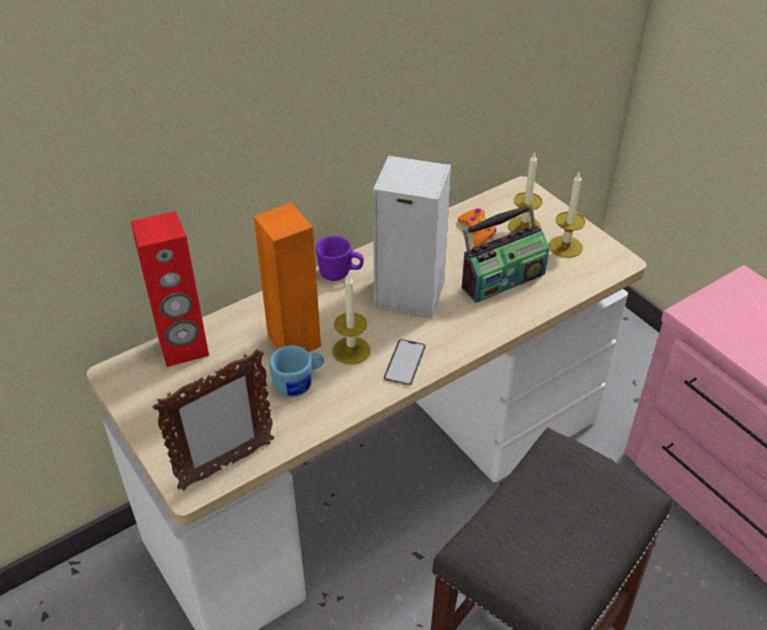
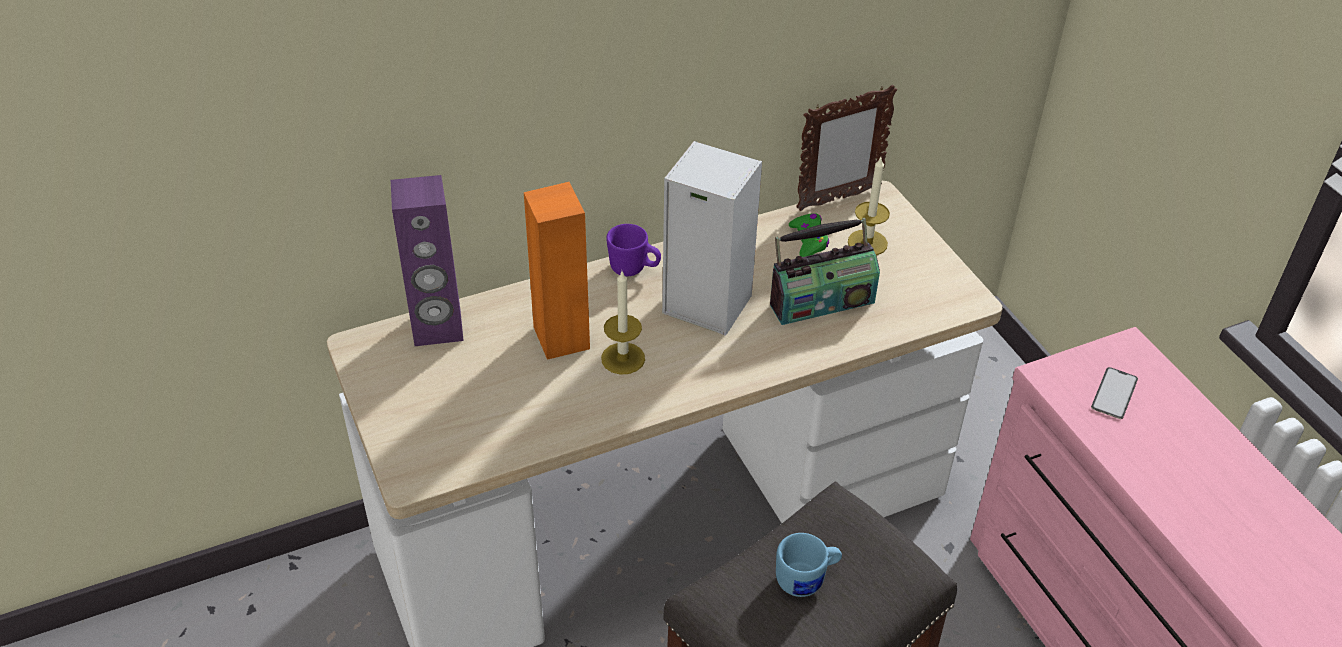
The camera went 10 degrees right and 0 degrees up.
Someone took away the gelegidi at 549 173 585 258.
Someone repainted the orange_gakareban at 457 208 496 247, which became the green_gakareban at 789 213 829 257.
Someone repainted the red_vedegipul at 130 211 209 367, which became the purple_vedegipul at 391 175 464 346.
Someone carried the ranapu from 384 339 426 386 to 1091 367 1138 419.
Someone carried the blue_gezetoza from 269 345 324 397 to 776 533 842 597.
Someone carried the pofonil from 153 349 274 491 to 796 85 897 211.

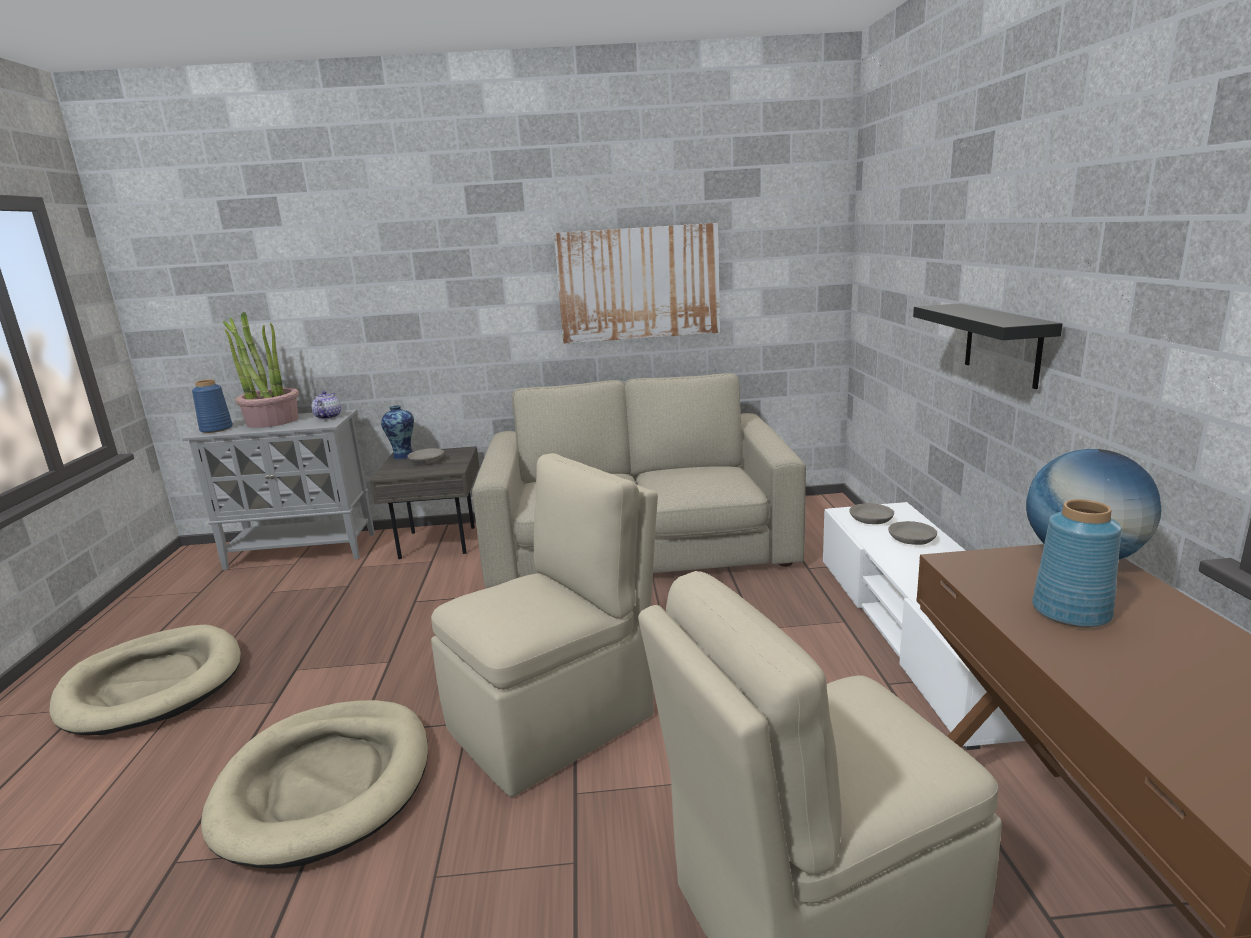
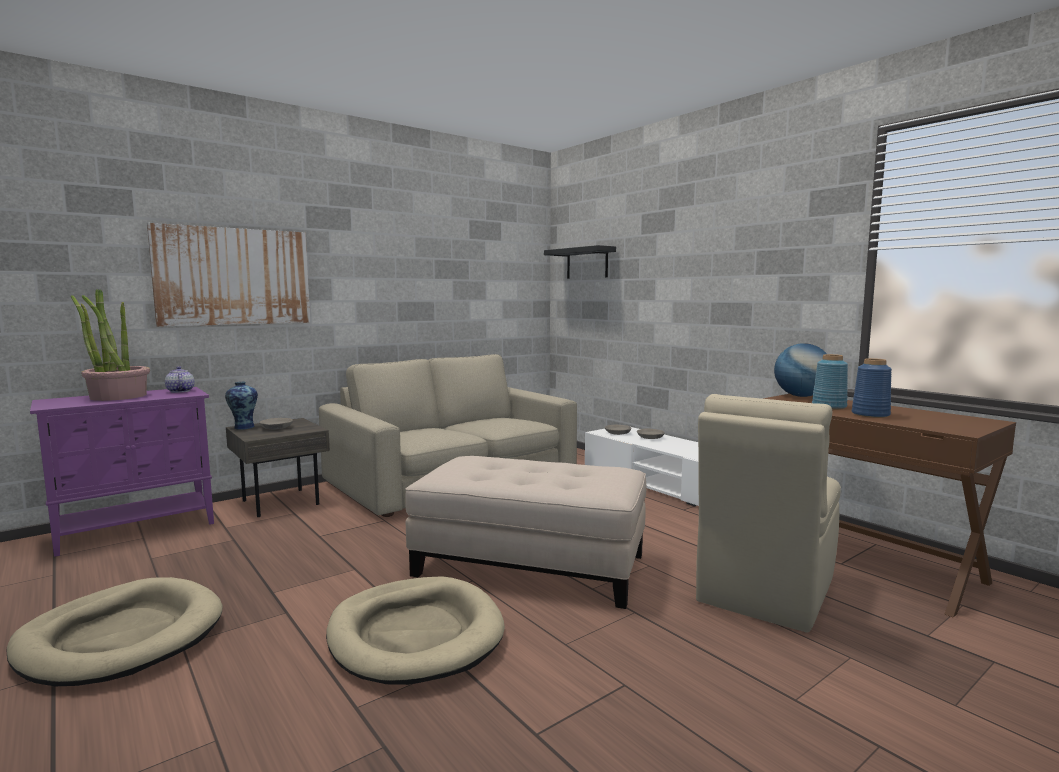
The camera went 35 degrees left and 10 degrees down.
Someone carried the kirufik from 554 223 720 344 to 147 223 310 327.
Someone carried the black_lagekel from 913 303 1062 389 to 544 245 616 279.
Someone carried the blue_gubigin from 192 379 233 433 to 852 358 892 418.
Someone repainted the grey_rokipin at 182 409 375 570, which became the purple_rokipin at 30 387 214 557.
Someone swapped the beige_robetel at 431 453 658 797 for the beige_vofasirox at 405 456 646 609.

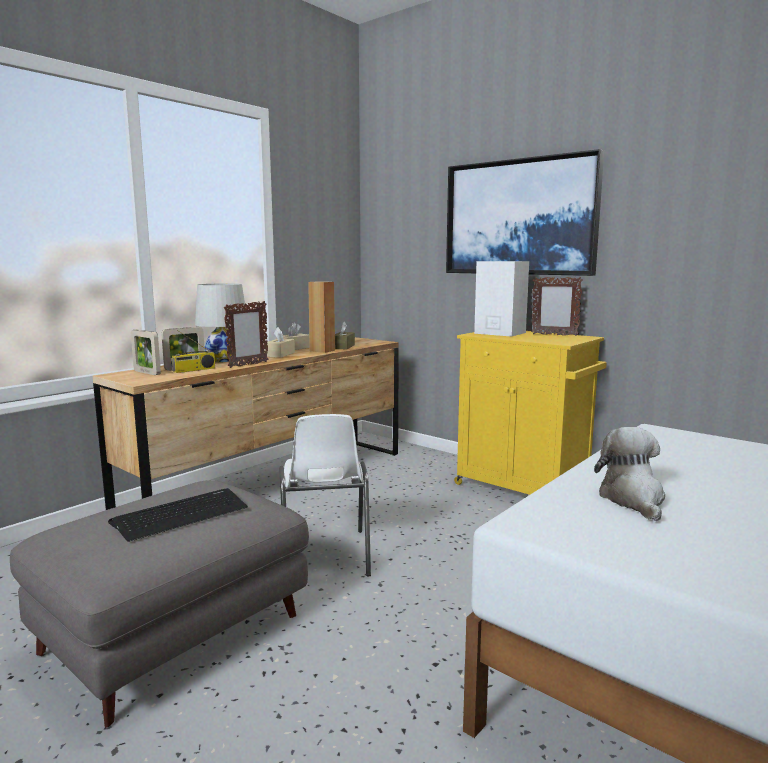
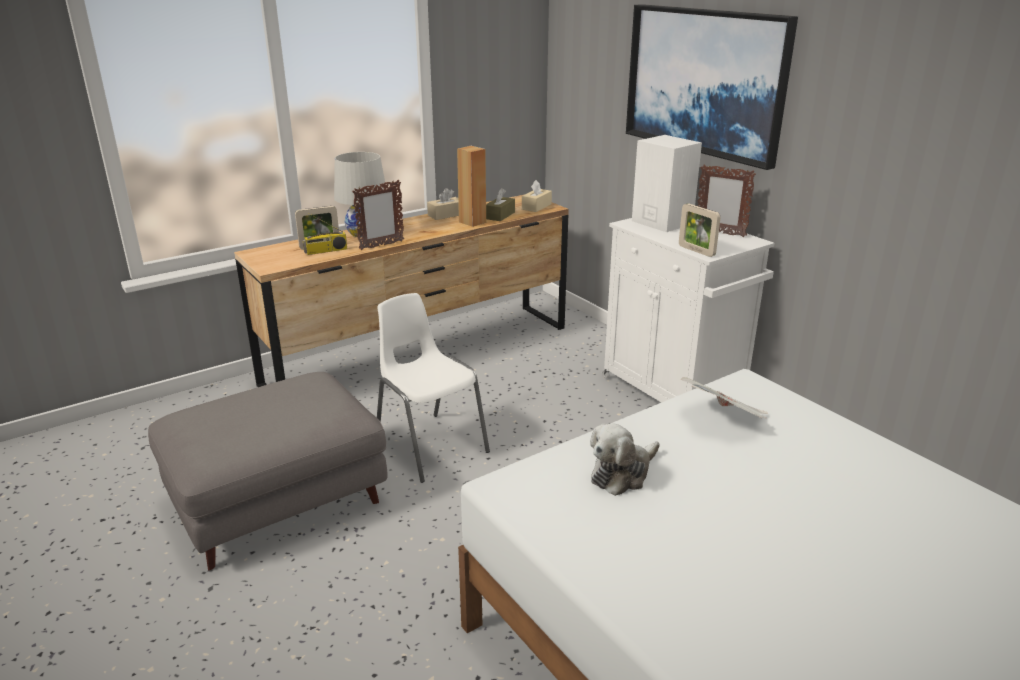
The camera went 15 degrees right and 15 degrees up.
Someone carried the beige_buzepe from 265 327 295 358 to 522 180 552 212.
Someone carried the pofonil from 131 330 161 375 to 679 203 721 257.
Someone repainted the yellow_rokipin at 454 331 607 495, which became the white_rokipin at 602 218 775 402.
Someone rotated the white_robetel at 279 414 371 577 by 135 degrees clockwise.
Someone rotated the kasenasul at 594 427 665 521 by 150 degrees counterclockwise.
Someone took away the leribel at 108 488 248 542.
Someone put down the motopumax at 681 377 768 418.

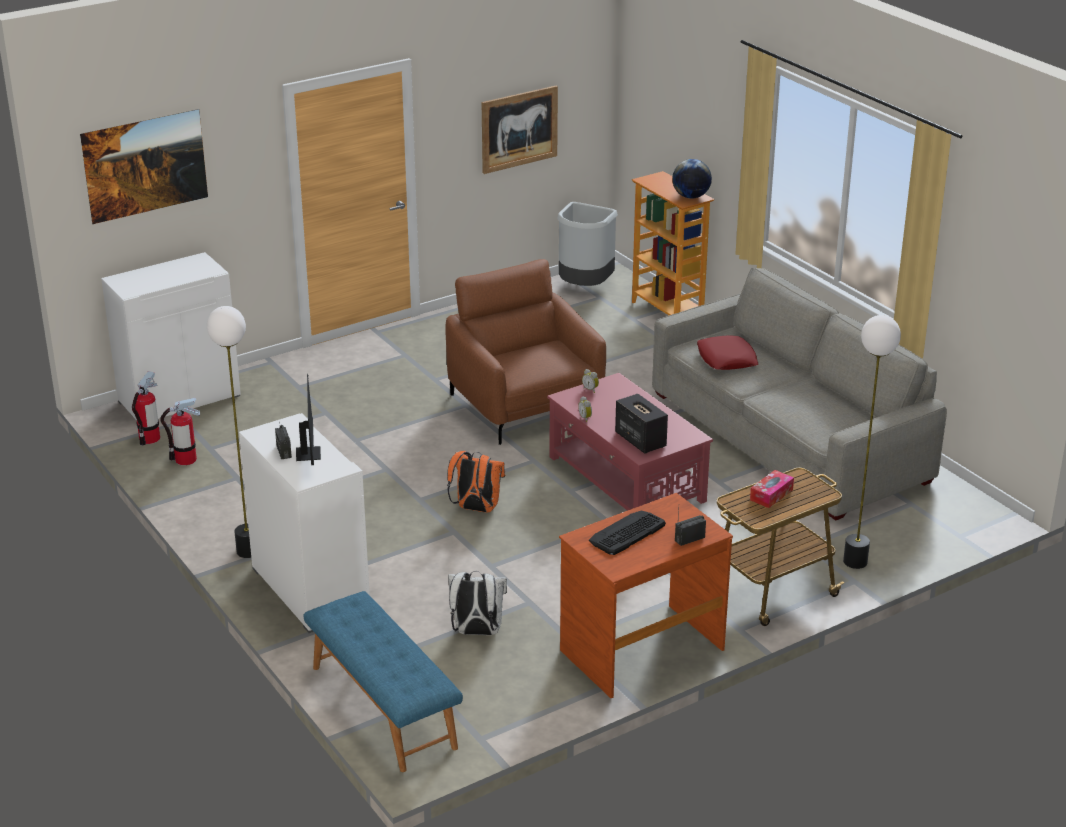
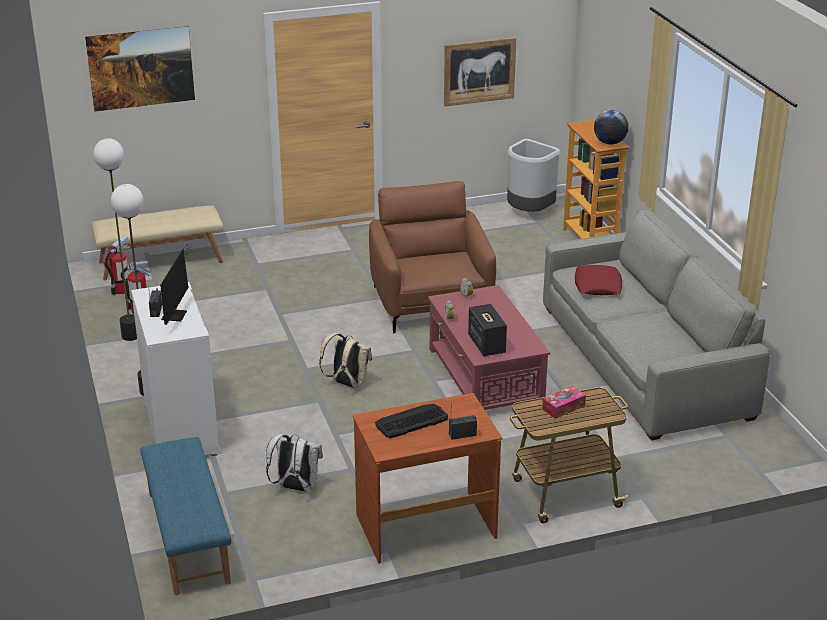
The camera went 15 degrees right and 0 degrees up.
Someone swapped the white_rokipin at 101 252 241 420 for the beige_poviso at 91 205 224 280.
Someone carried the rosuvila from 843 315 901 569 to 93 138 137 341.
Someone repainted the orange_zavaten at 447 451 505 513, which became the beige_zavaten at 319 333 372 388.

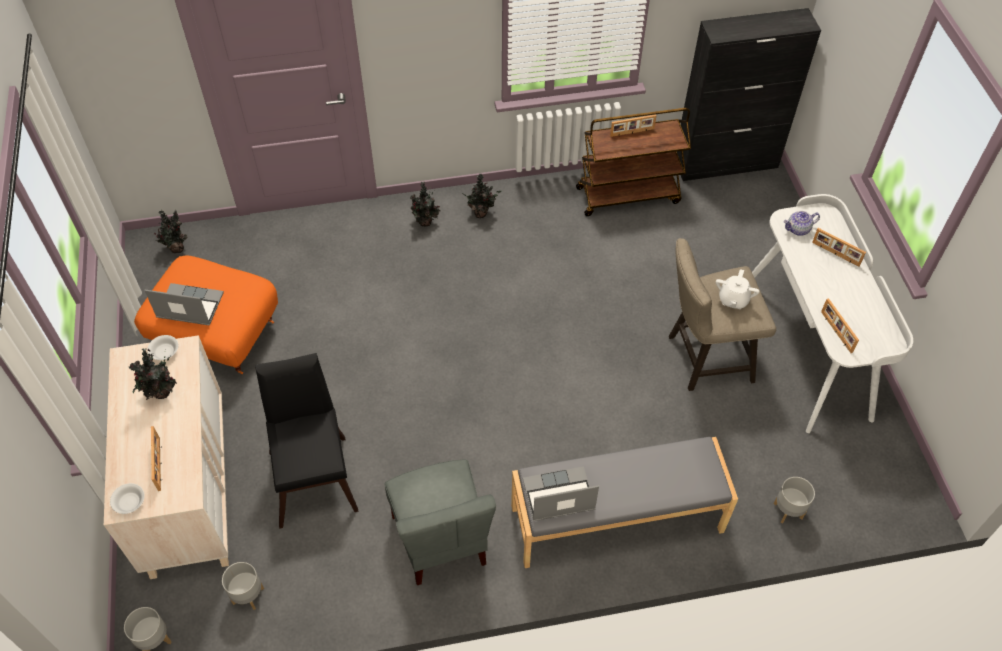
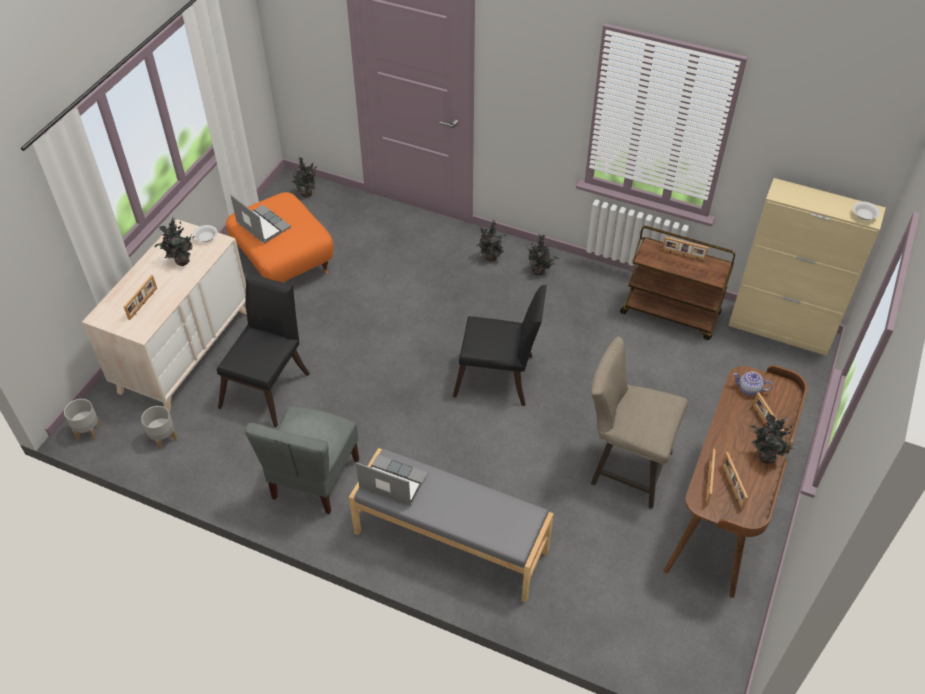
The camera went 35 degrees right and 5 degrees down.
Someone repainted the black_rokipin at 677 8 821 181, which became the beige_rokipin at 728 178 886 356.
Someone repainted the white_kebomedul at 752 194 913 433, which became the brown_kebomedul at 663 365 807 598.
Someone took away the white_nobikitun at 716 269 760 309.
Someone took away the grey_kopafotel at 773 477 815 523.
Someone carried the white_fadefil from 110 483 145 514 to 853 202 880 220.
Someone put down the black_robetel at 453 285 547 406.
Someone put down the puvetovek at 750 414 794 464.
Someone put down the pofonil at 722 452 748 510.

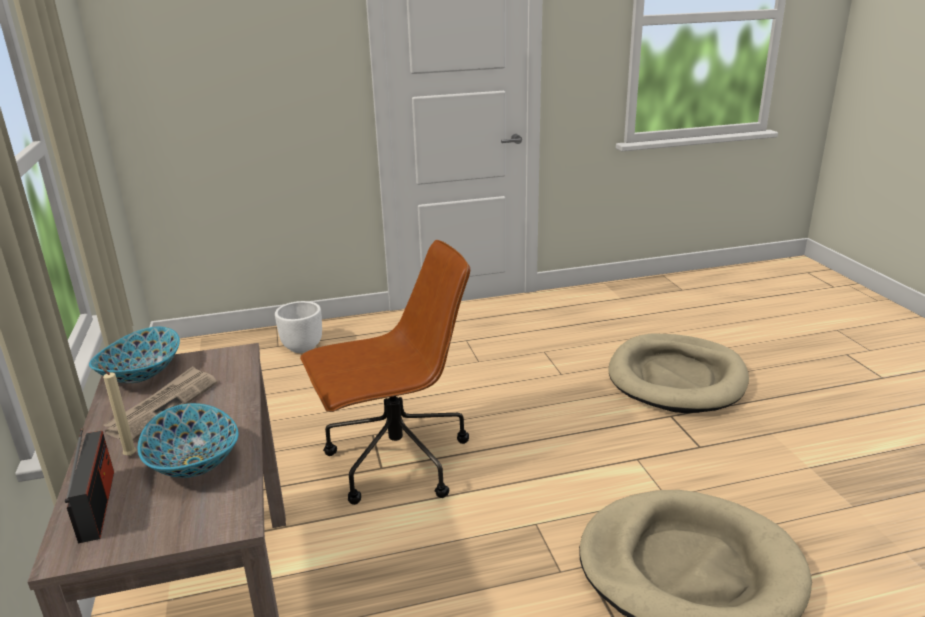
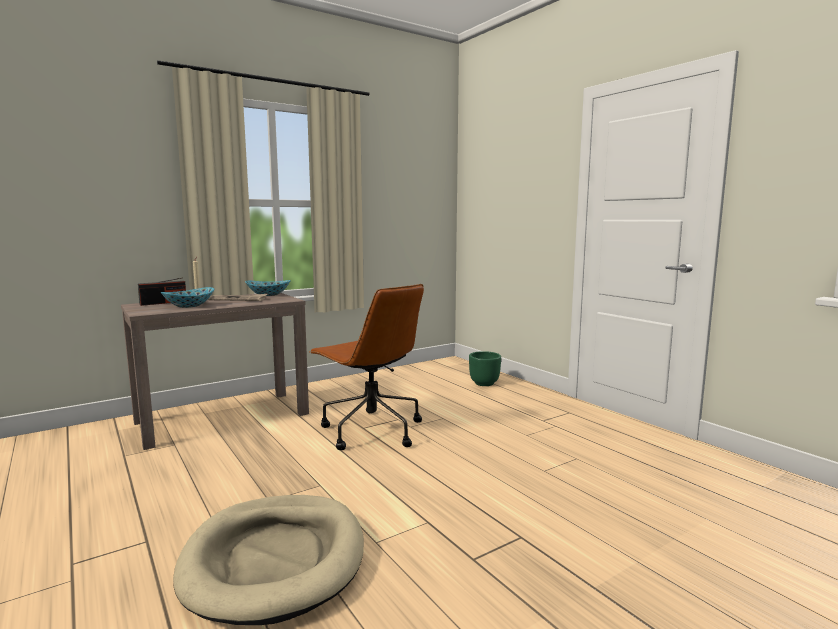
The camera went 70 degrees right and 15 degrees down.
Someone repainted the white_kopafotel at 275 301 322 353, which became the green_kopafotel at 469 351 501 386.
Someone took away the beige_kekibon at 608 334 749 413.

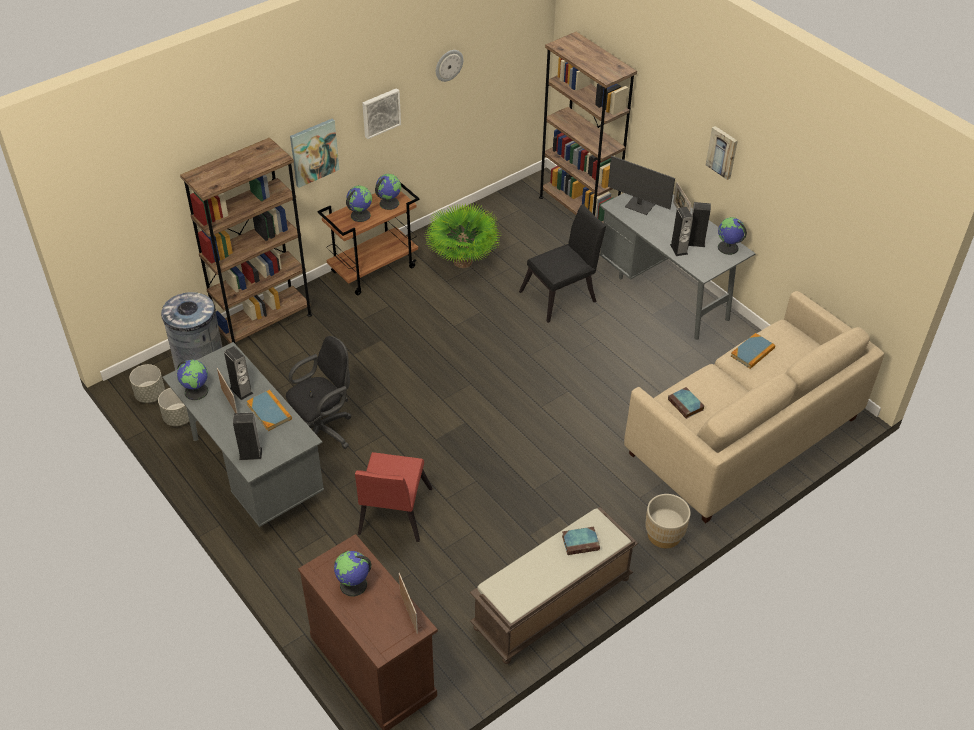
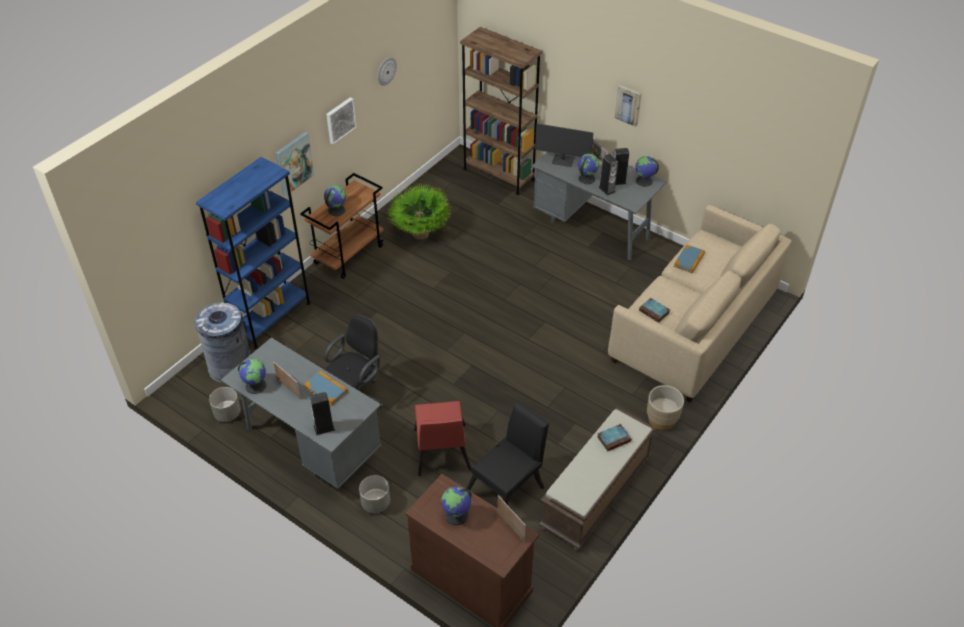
The camera went 15 degrees left and 0 degrees up.
Someone repainted the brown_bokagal at 180 137 312 343, which became the blue_bokagal at 196 157 311 349.
Someone carried the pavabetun from 375 174 401 210 to 578 154 599 184.
Someone carried the black_robetel from 519 204 606 323 to 467 401 549 505.
Someone took away the vedegipul at 224 346 253 400.
Someone carried the grey_kopafotel from 129 364 165 403 to 359 475 390 513.

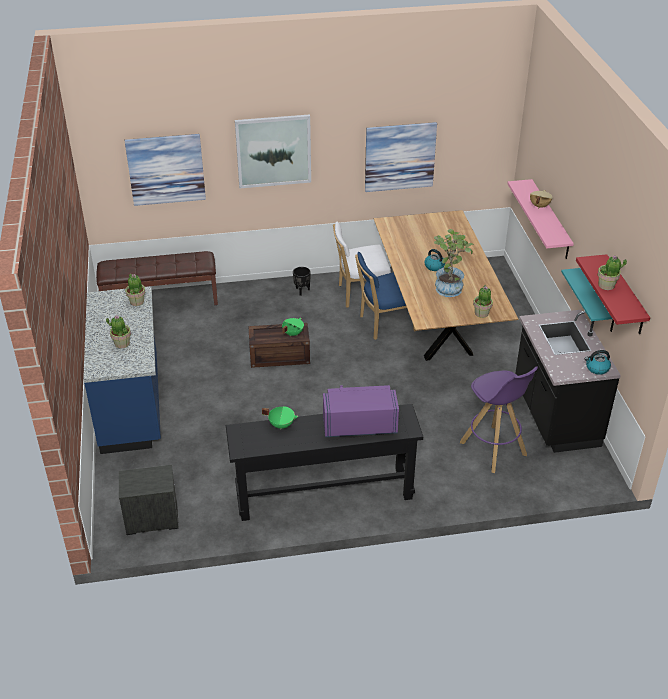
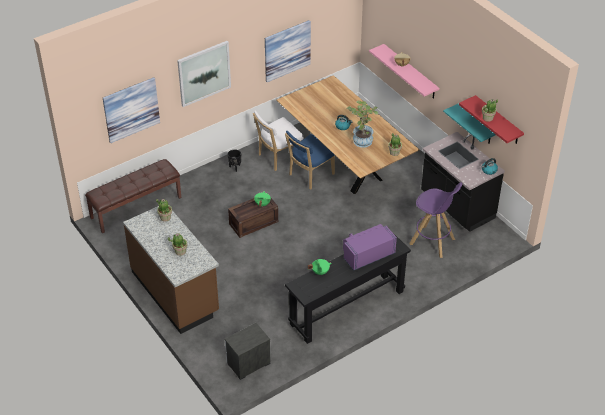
The camera went 25 degrees left and 5 degrees up.
Someone repainted the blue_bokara at 83 286 161 454, which became the brown_bokara at 123 206 219 334.

